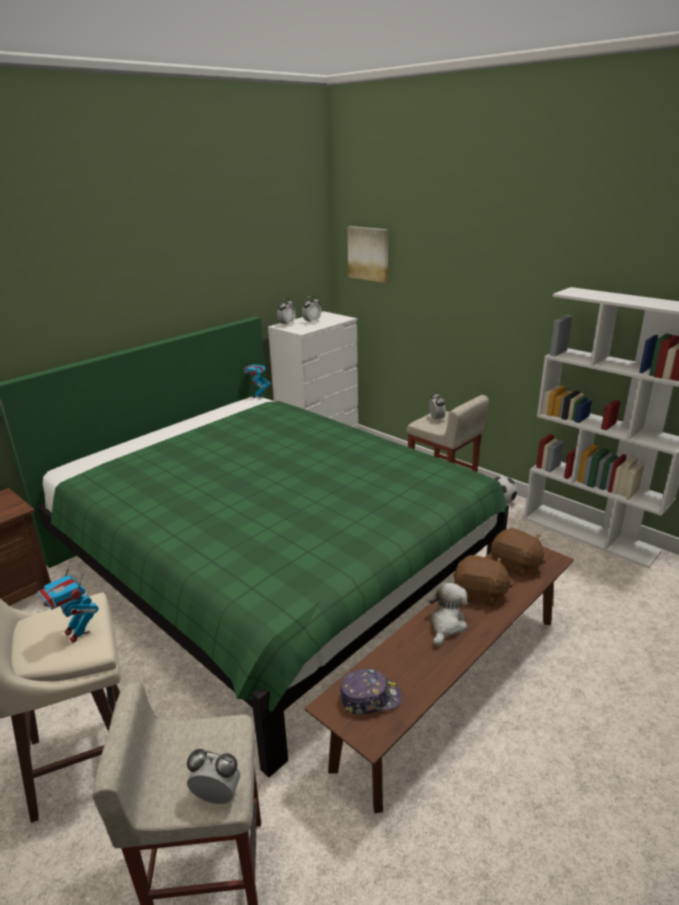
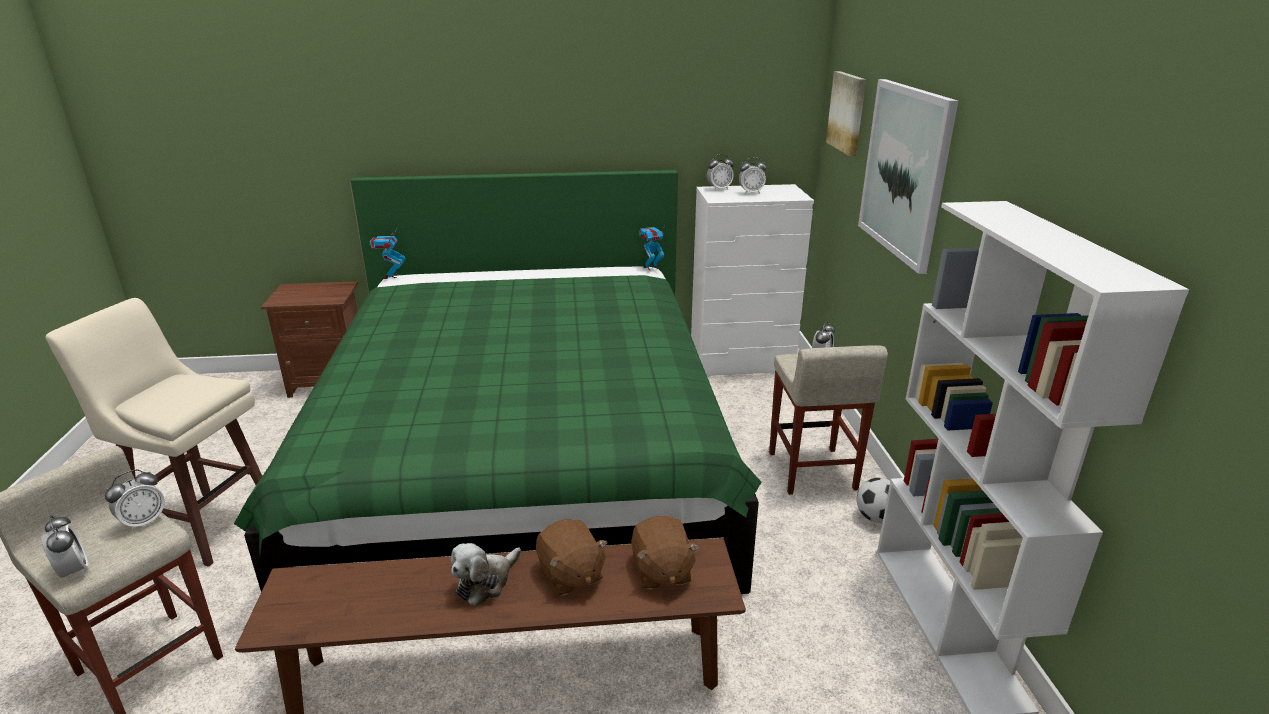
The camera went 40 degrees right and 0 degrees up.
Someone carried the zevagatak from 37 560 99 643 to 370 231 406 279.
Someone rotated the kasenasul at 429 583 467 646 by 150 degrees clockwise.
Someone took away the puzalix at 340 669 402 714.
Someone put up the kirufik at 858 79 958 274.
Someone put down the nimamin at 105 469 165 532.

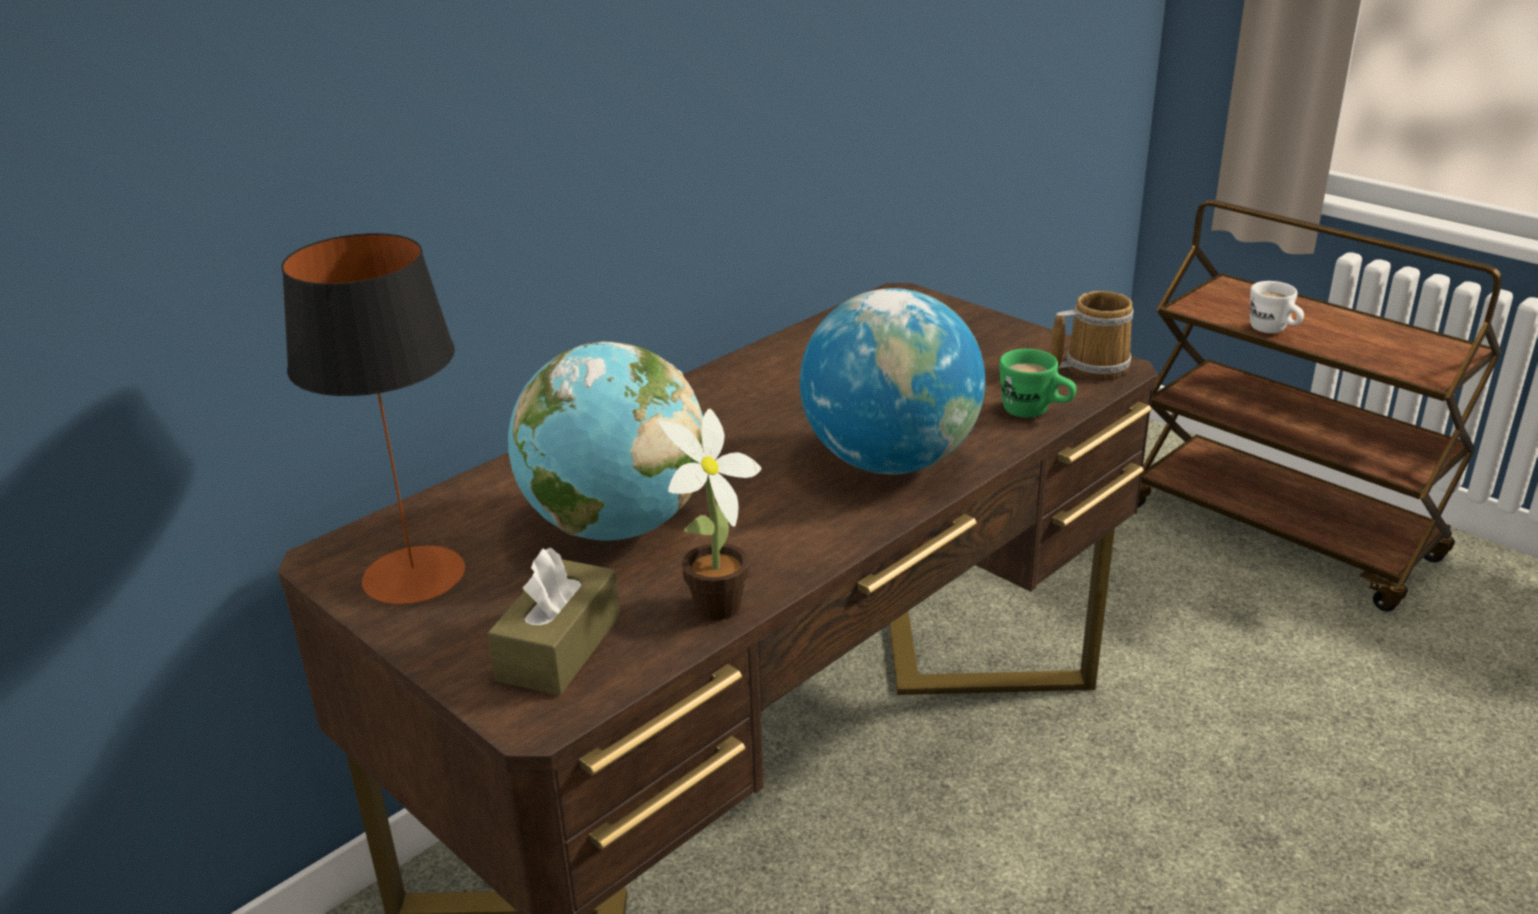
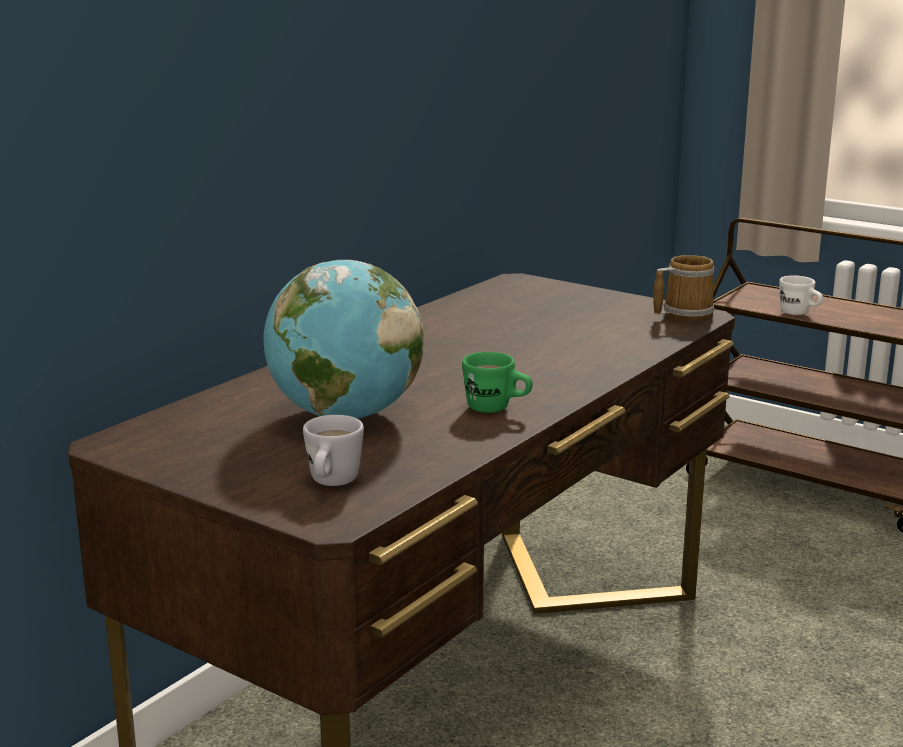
The camera went 10 degrees left and 10 degrees down.
Someone took away the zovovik at 282 233 465 604.
Someone took away the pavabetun at 800 288 985 474.
Someone carried the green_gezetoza from 999 349 1077 418 to 462 352 533 413.
Someone took away the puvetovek at 658 409 761 620.
Someone swapped the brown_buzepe at 487 548 620 696 for the white_gezetoza at 303 415 364 486.

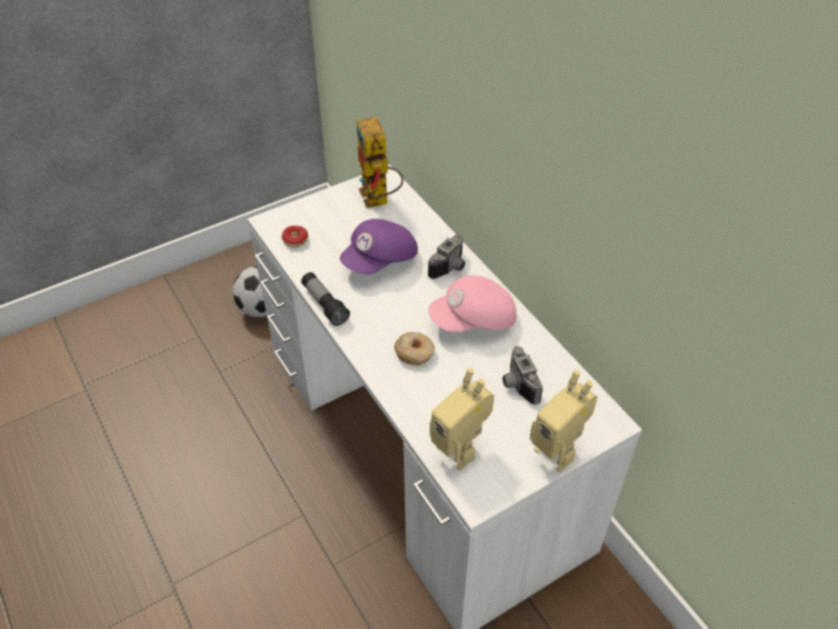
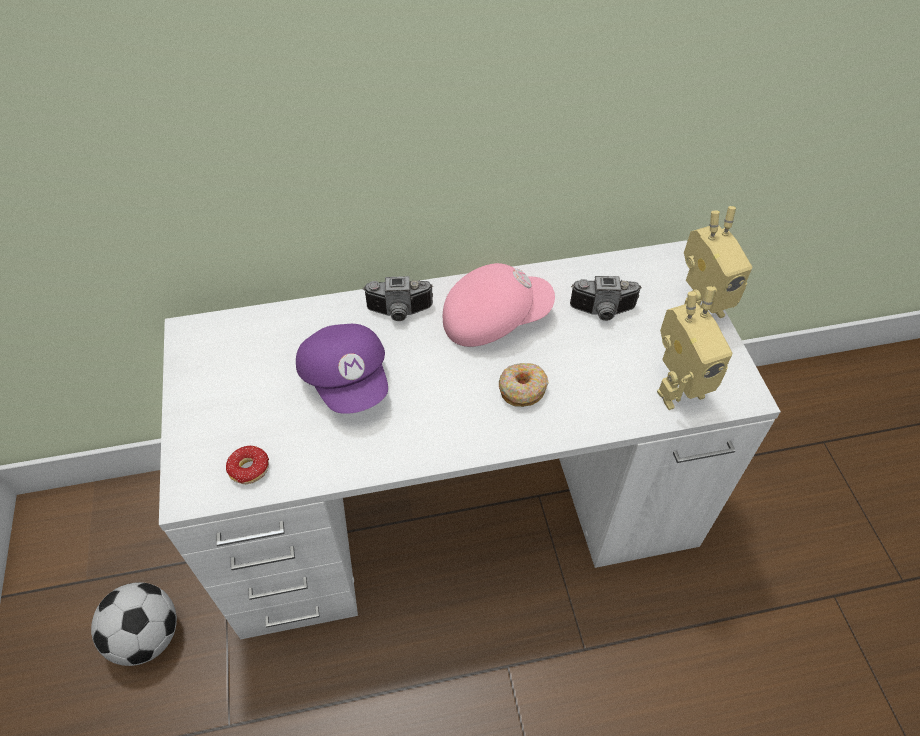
The camera went 70 degrees left and 5 degrees up.
Someone took away the zevagatak at 356 117 404 208.
Someone rotated the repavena at 428 234 465 279 by 120 degrees clockwise.
Someone took away the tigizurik at 301 272 350 326.
Someone rotated the pink_puzalix at 428 275 517 332 by 105 degrees counterclockwise.

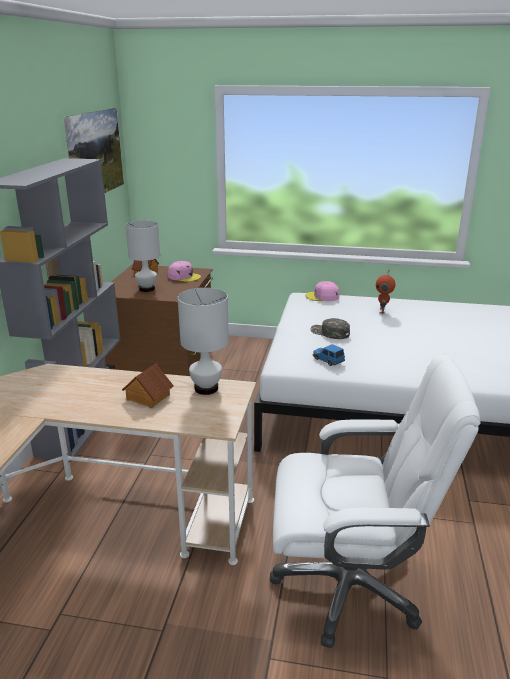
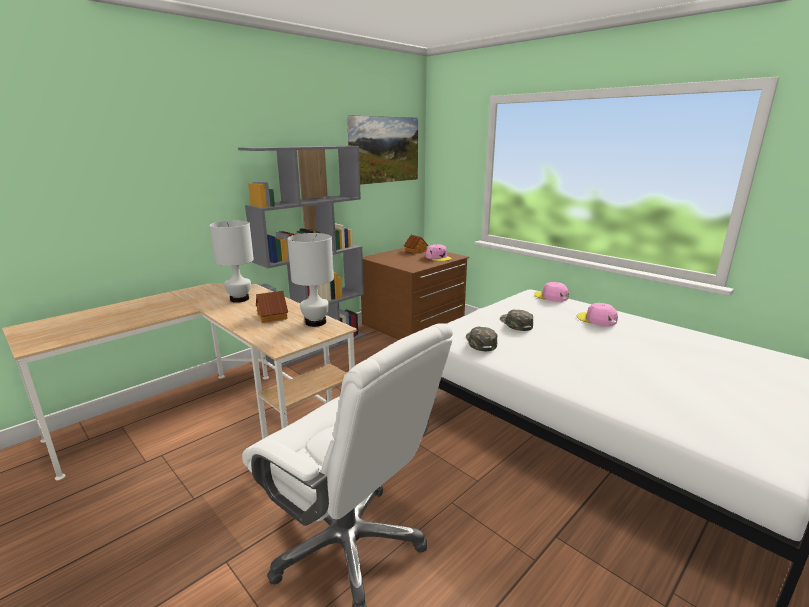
The camera went 35 degrees right and 5 degrees down.
Someone carried the white_zovovik from 125 221 160 292 to 209 221 254 303.
Someone swapped the zevagatak at 376 270 395 314 for the pink_puzalix at 577 303 618 326.
Someone swapped the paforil at 312 344 345 366 for the green_puzalix at 466 327 497 351.

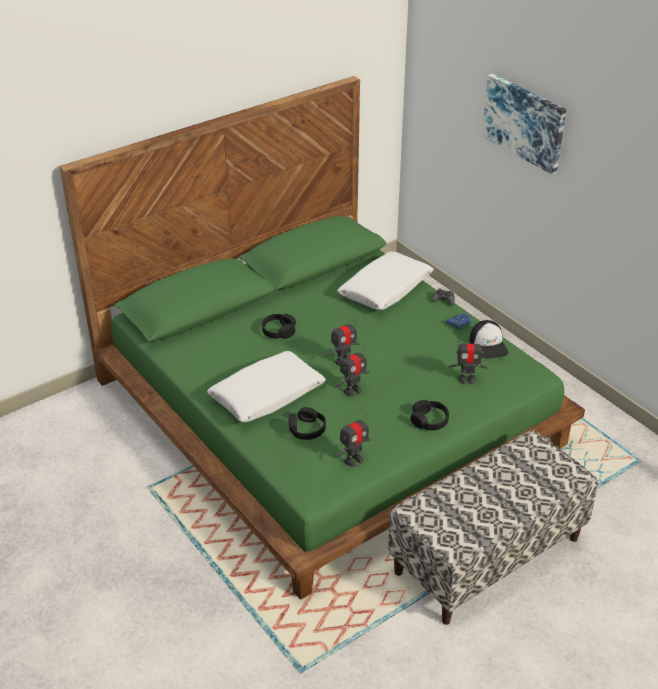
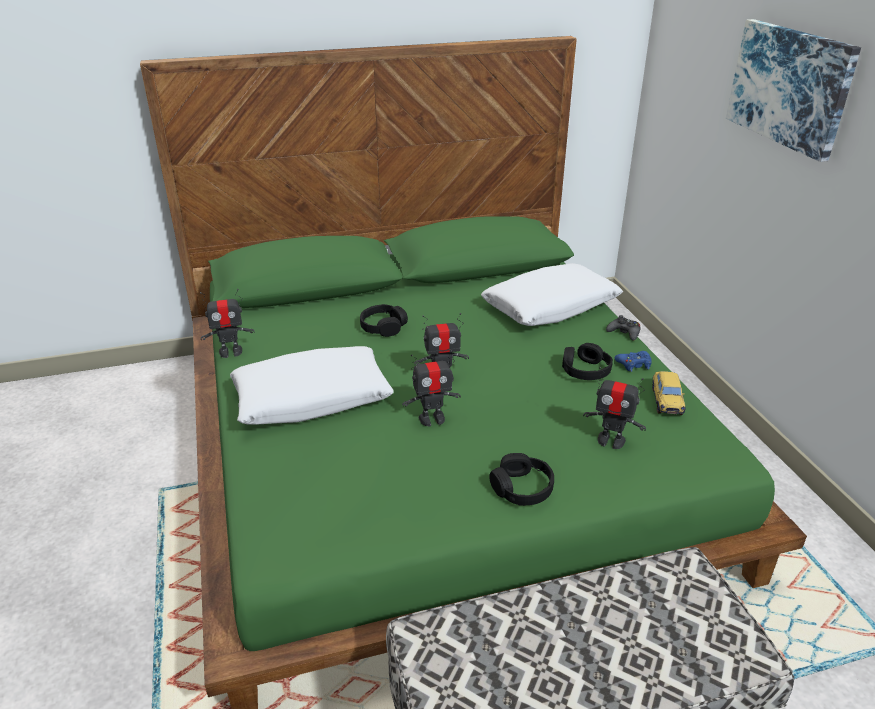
The camera went 20 degrees right and 5 degrees down.
Someone swapped the puzalix at 469 320 509 359 for the paforil at 652 371 686 415.
Someone carried the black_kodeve from 288 407 326 440 to 562 343 613 380.
Someone carried the zevagatak from 335 413 371 467 to 200 289 255 358.

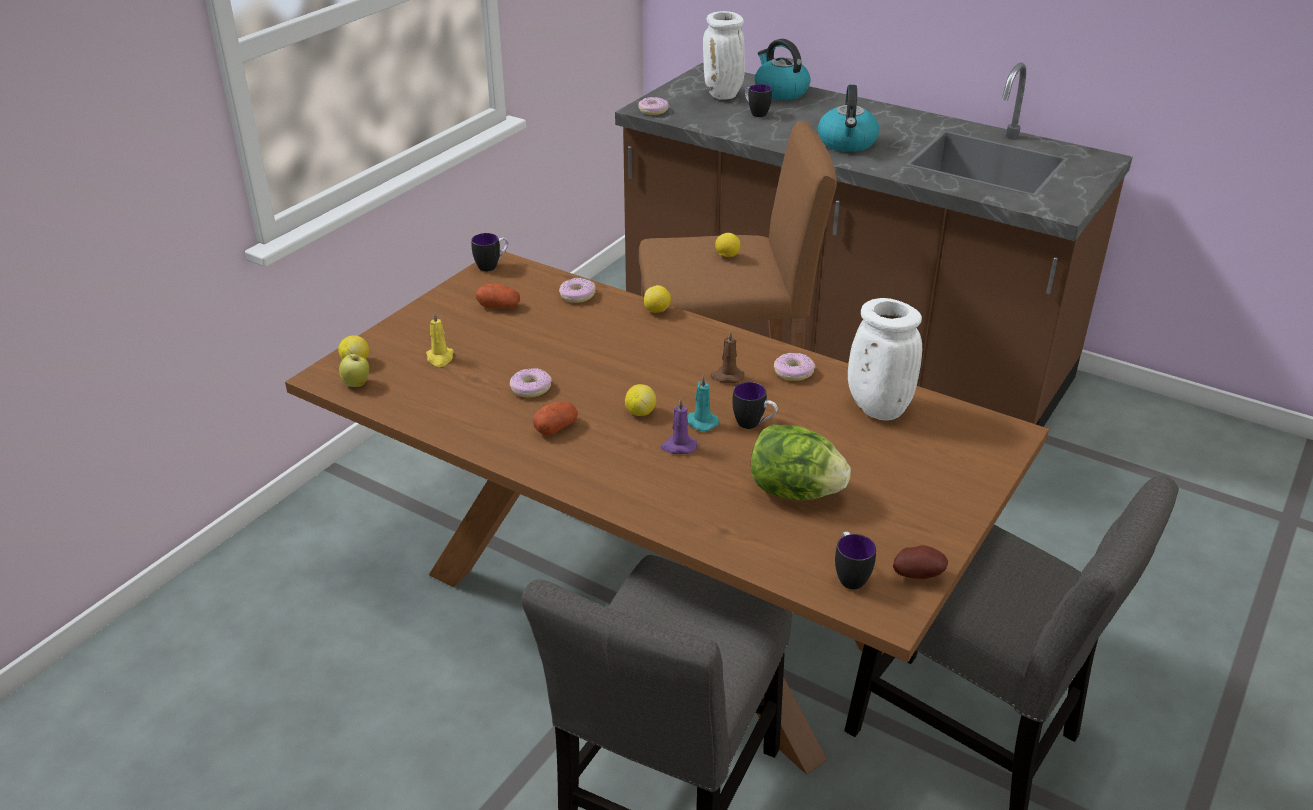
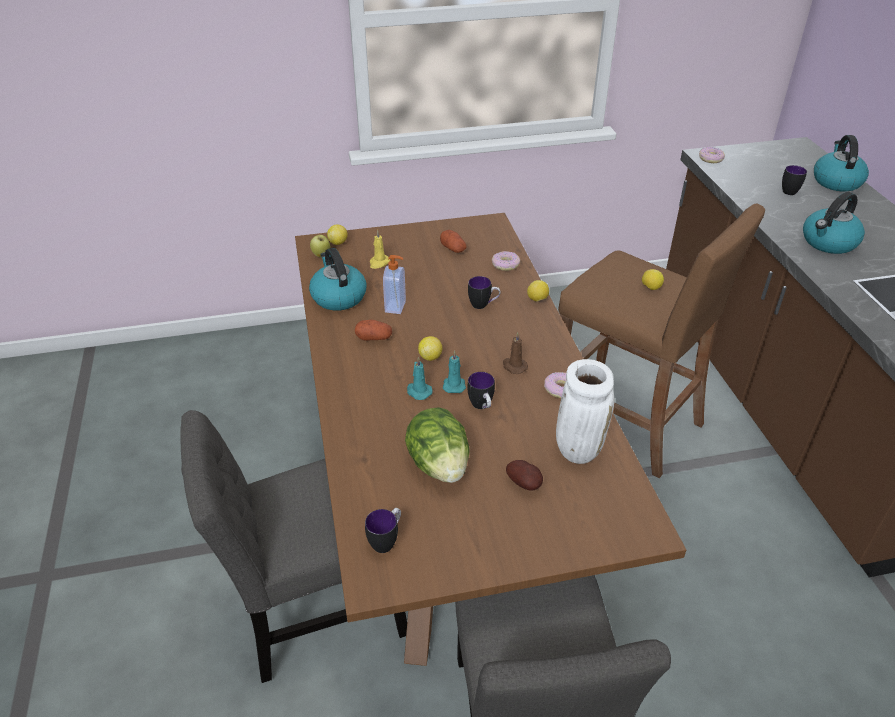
The camera went 45 degrees right and 5 degrees up.
Someone took away the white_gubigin at 703 11 745 100.
Someone carried the gezetoza from 471 233 508 272 to 468 276 501 309.
Someone swapped the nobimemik at 510 368 552 397 for the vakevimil at 383 255 406 314.
Someone repainted the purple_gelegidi at 660 398 697 454, which became the turquoise_gelegidi at 407 357 433 400.
Someone carried the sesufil from 893 545 948 579 to 506 460 543 491.
Someone put down the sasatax at 309 248 367 311.

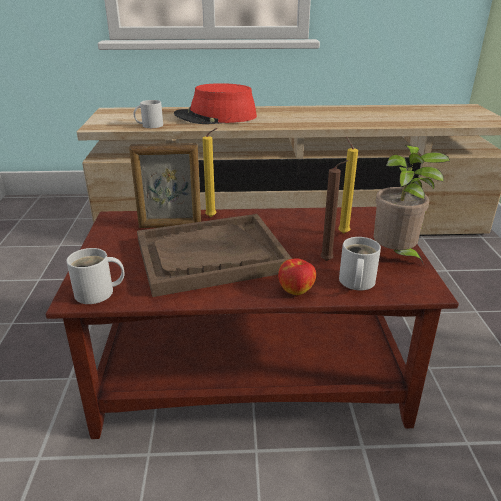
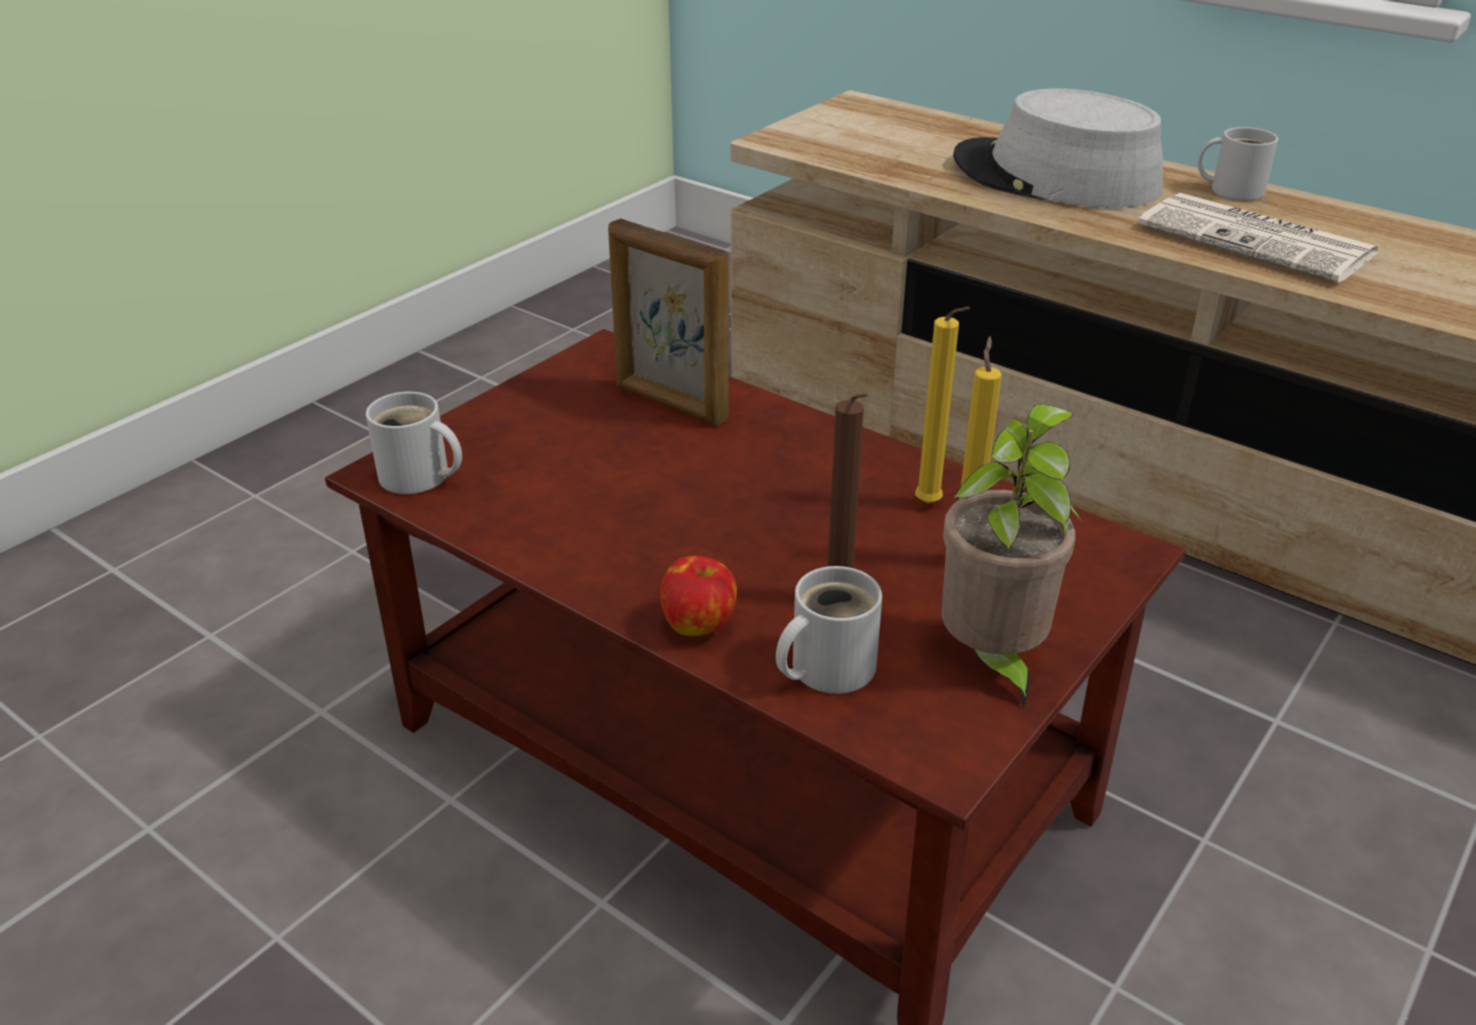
The camera went 40 degrees right and 5 degrees up.
Someone repainted the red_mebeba at 174 83 257 124, which became the grey_mebeba at 953 89 1163 208.
Someone carried the white_gezetoza from 134 100 163 128 to 1198 127 1278 201.
Someone carried the yellow_gelegidi from 202 128 217 217 to 915 307 970 504.
Someone took away the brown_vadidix at 137 214 292 297.
Someone put down the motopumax at 1138 193 1379 283.

